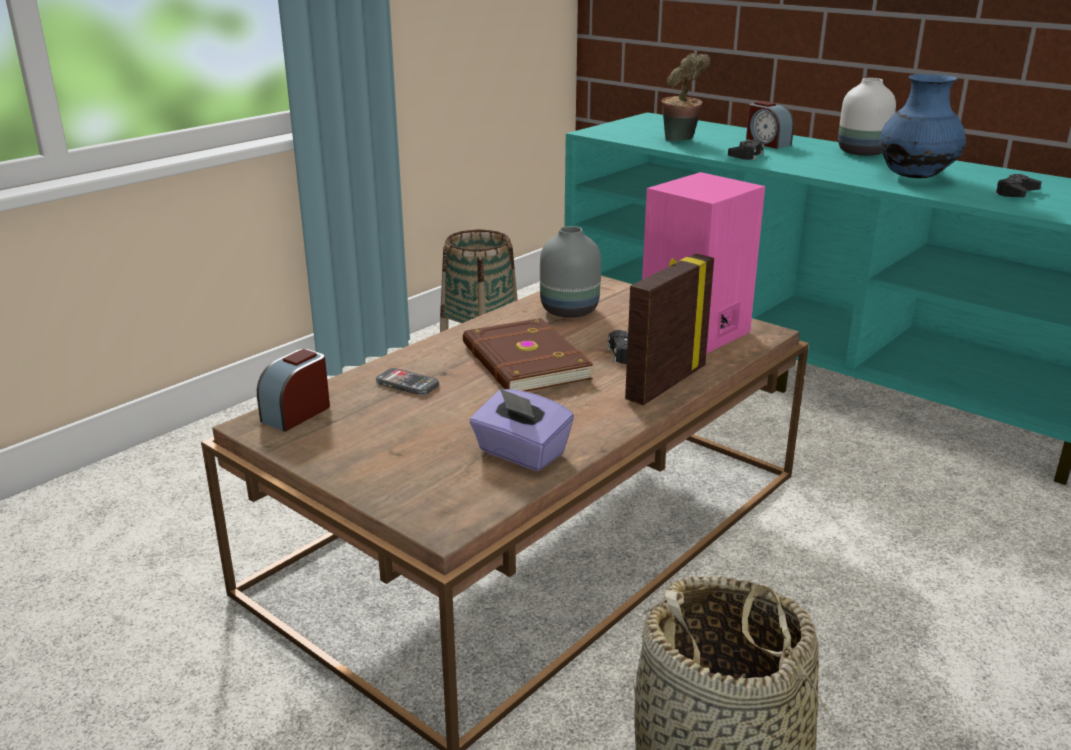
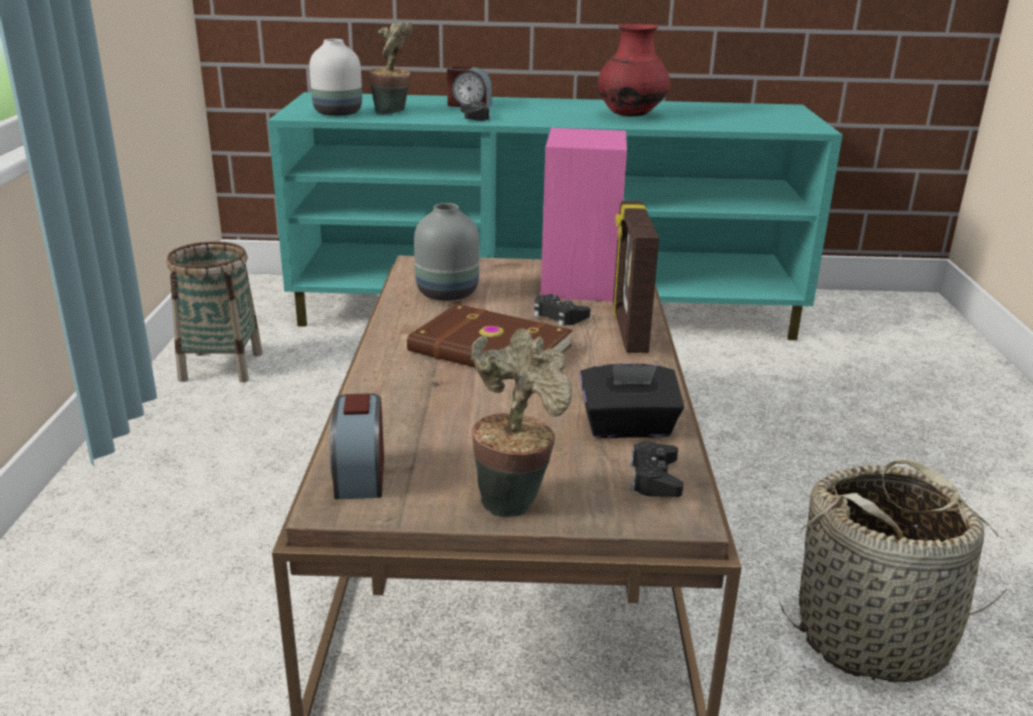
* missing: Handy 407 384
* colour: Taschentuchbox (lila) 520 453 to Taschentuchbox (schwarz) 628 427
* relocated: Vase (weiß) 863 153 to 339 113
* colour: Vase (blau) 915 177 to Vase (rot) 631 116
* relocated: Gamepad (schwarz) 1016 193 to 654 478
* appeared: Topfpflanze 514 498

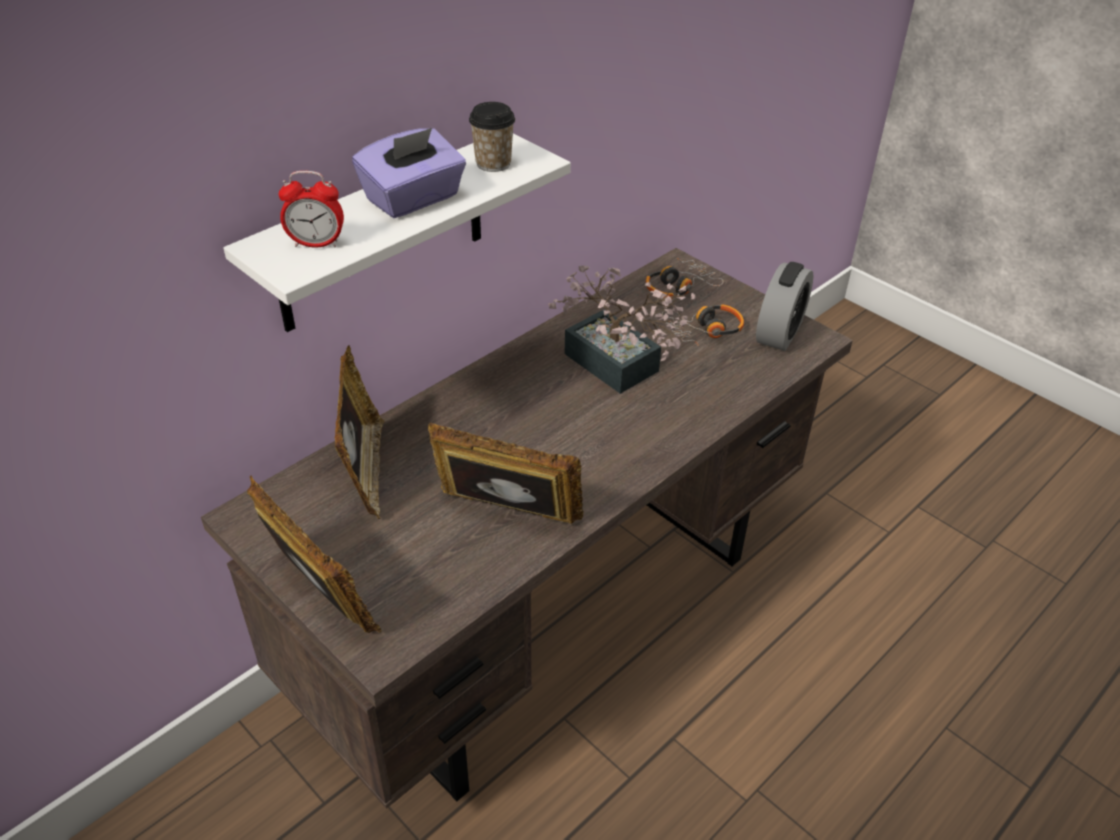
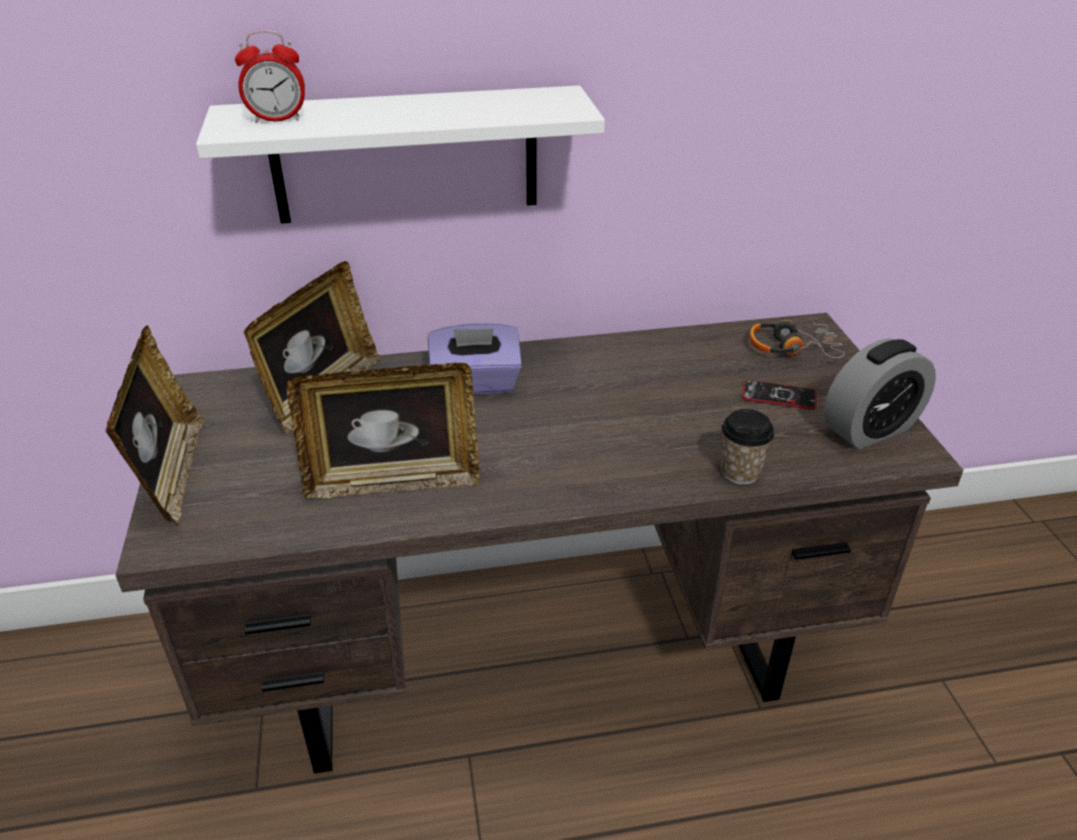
* spun: Wecker 316 244 = 277 119 45 degrees counterclockwise
* relocated: Taschentuchbox (lila) 413 199 to 476 384
* spun: Bilderrahmen 506 517 = 393 481 120 degrees clockwise
* relocated: Tasse 493 164 to 740 472
* missing: Topfpflanze 618 368
* exchanged: Kopfhörer 704 330 to Handy 779 396

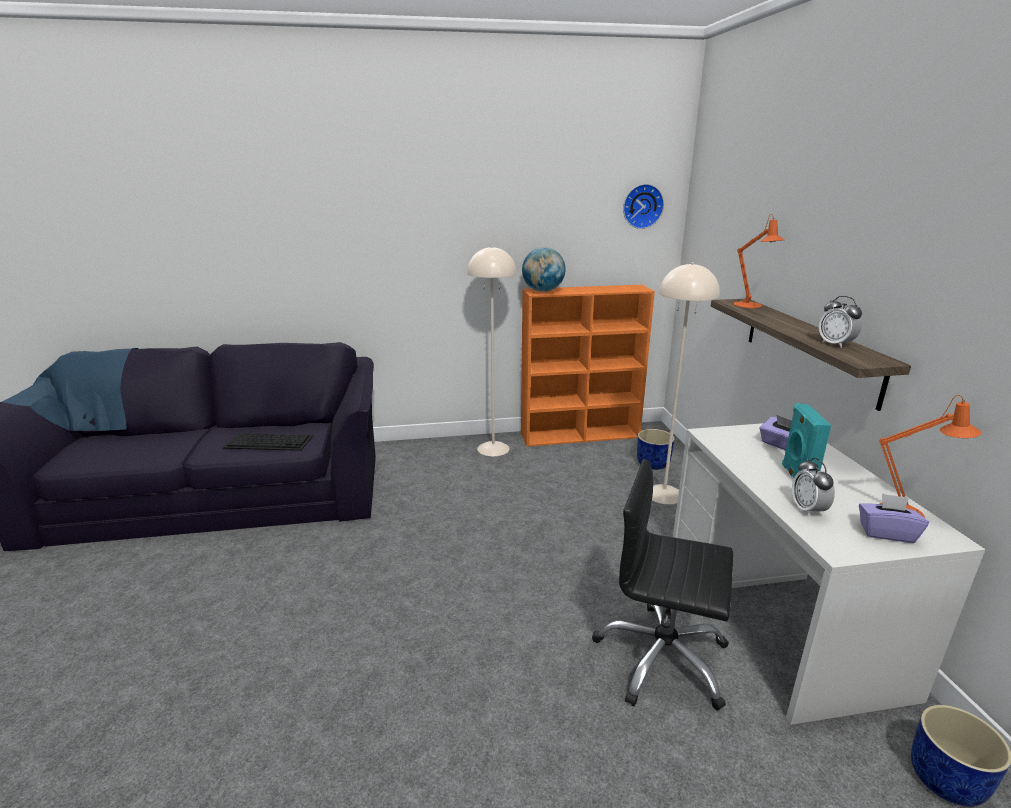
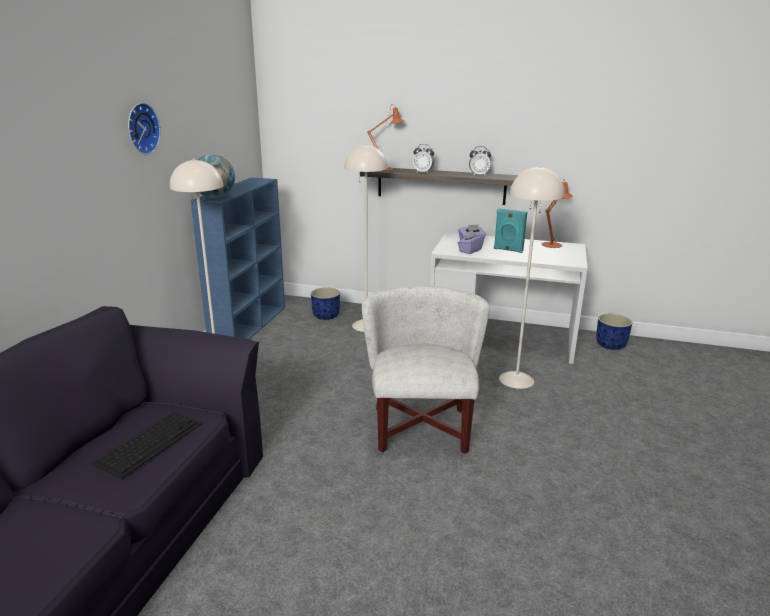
* colour: Bücherregal (orange) 581 435 to Bücherregal (blau) 249 325
* exchanged: Bürostuhl (schwarz) 662 658 to Stehlampe (beige) 516 379
* relocated: Wanduhr 642 206 to 141 128
* relocated: Wecker 808 510 to 423 172
* relocated: Taschentuchbox (lila) 886 533 to 470 251
* appeared: Sessel (weiß) 421 428

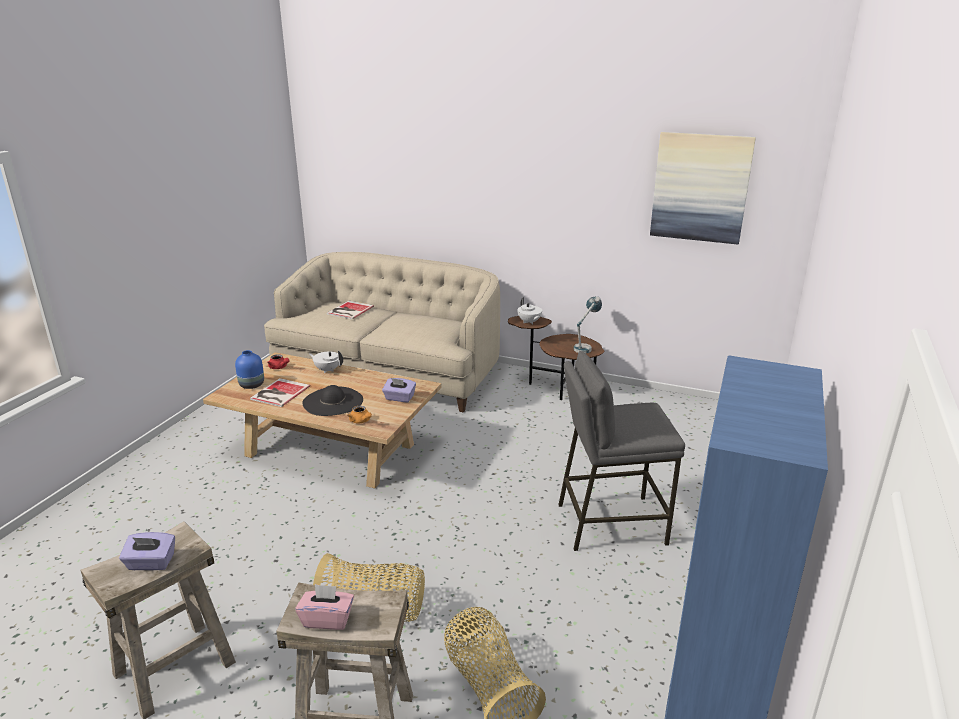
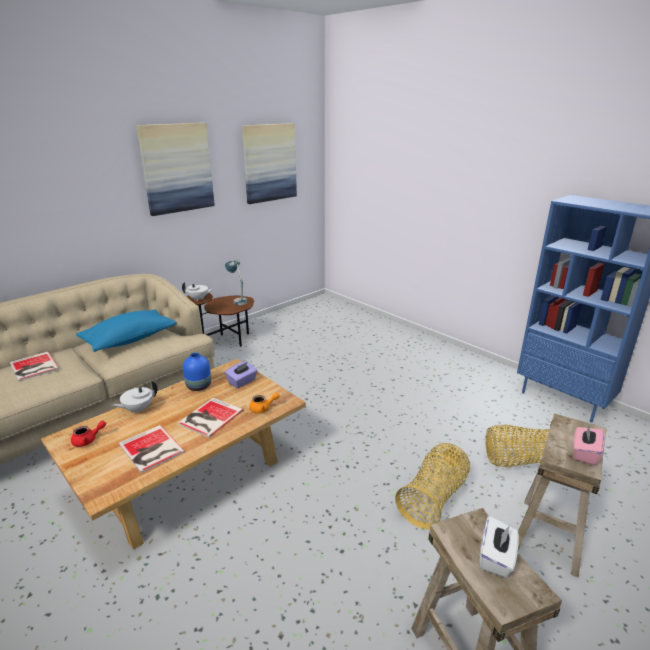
* colour: Taschentuchbox (lila) 151 563 to Taschentuchbox (weiß) 496 558
* relocated: Vase (blau) 252 385 to 199 386
* exchanged: Hut (schwarz) 332 401 to Buch 209 417
* missing: Hocker (grau) 610 523
* appeared: Kissen (blau) 129 340
* appeared: Bild 177 168

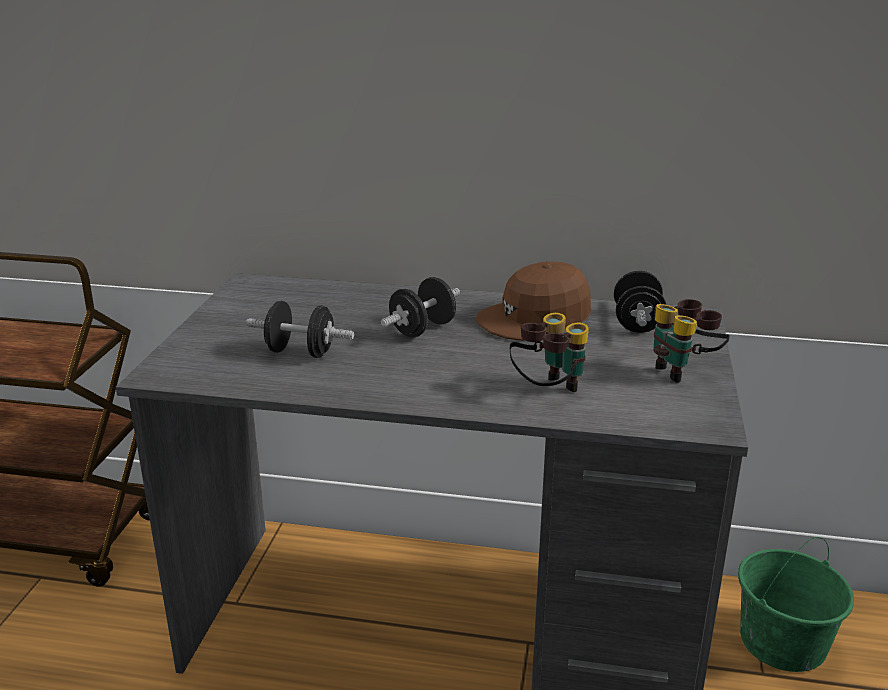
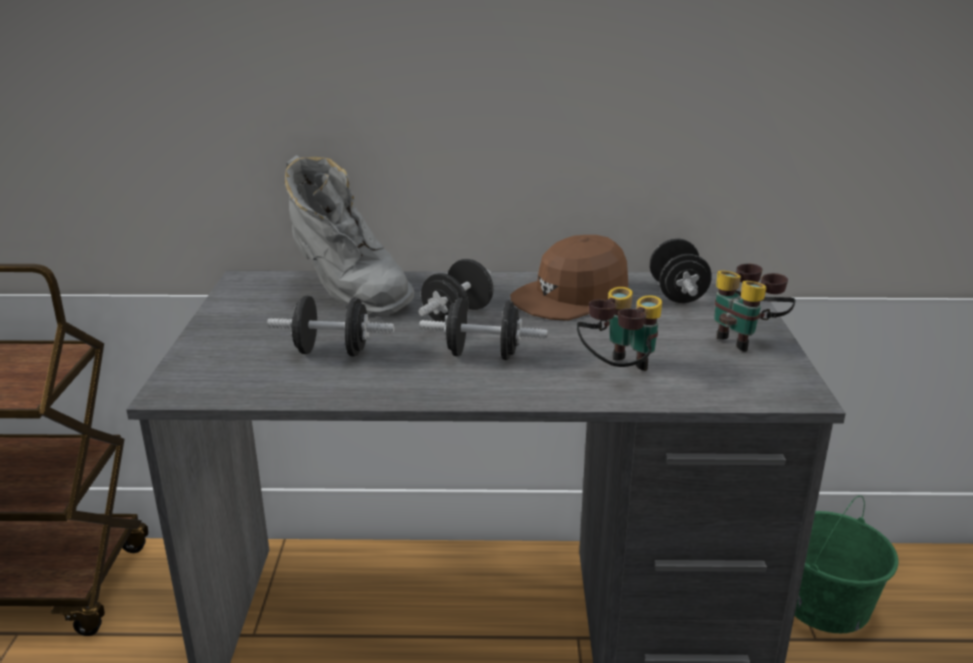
* appeared: Stiefel (grau) 346 293
* appeared: Hantel (schwarz) 483 355

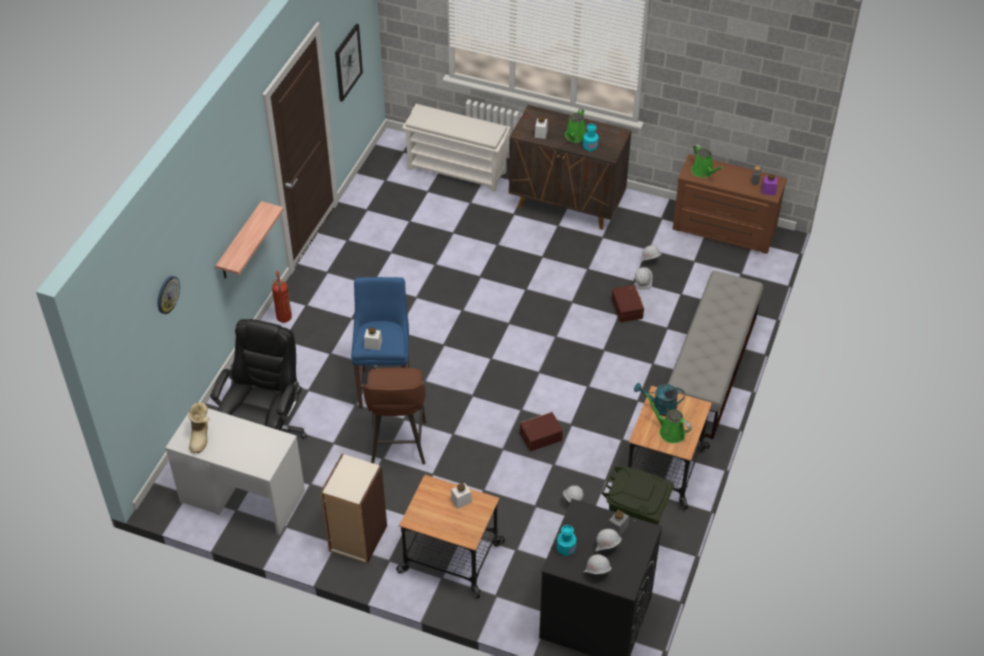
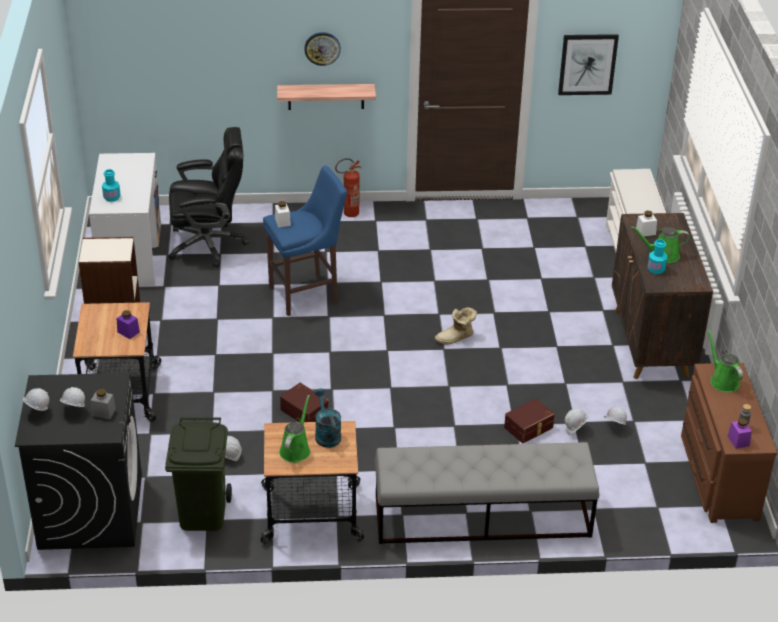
* relocated: Wanduhr 167 294 to 322 48
* relocated: Stiefel 201 437 to 456 338
* missing: Hocker (braun) 398 445
* colour: Vorratsglas (weiß) 461 500 to Vorratsglas (lila) 128 332
* relocated: Flasche (türkis) 566 548 to 112 197
* spun: Gießkanne (grün) 703 172 = 722 380 120 degrees clockwise

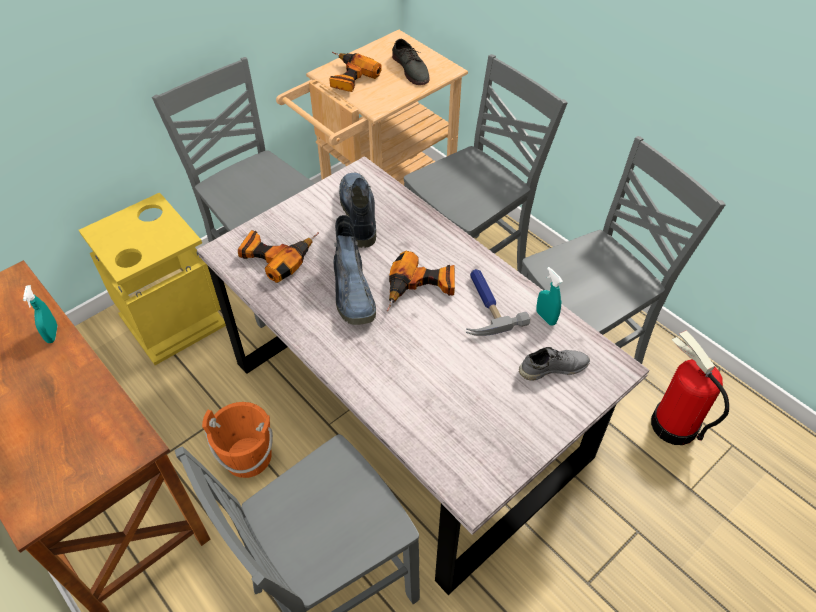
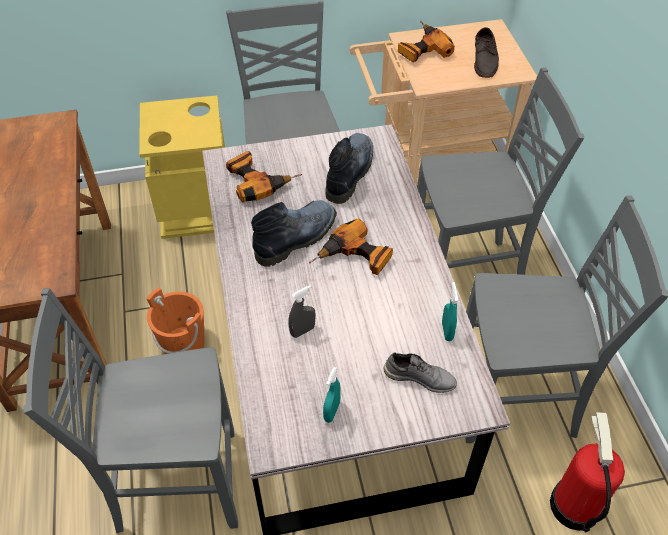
* relocated: Sprühflasche (türkis) 52 334 to 332 411
* spun: Stiefel 354 293 = 297 237 150 degrees counterclockwise
* missing: Hammer 485 305
* appeared: Sprühflasche (grau) 302 331

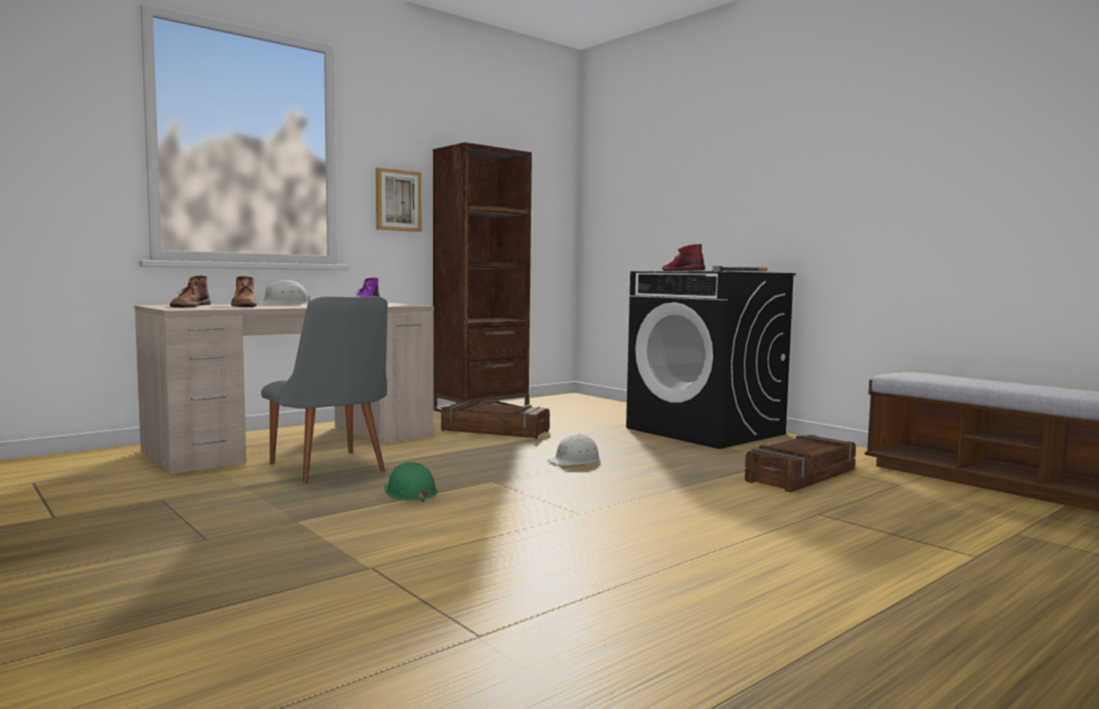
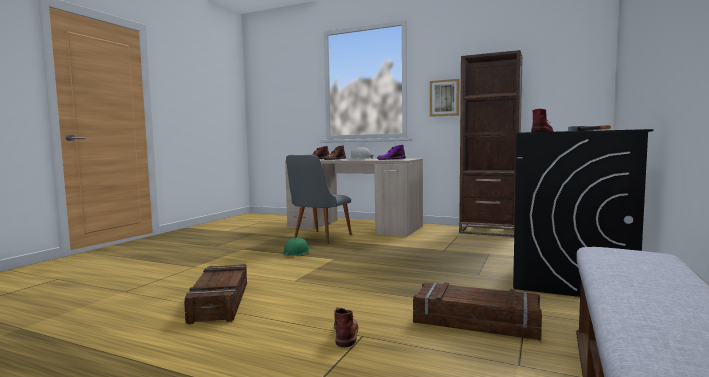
* relocated: Kiste 495 430 to 221 301
* missing: Schutzhelm (weiß) 575 461
* appeared: Stiefel (braun) 345 332

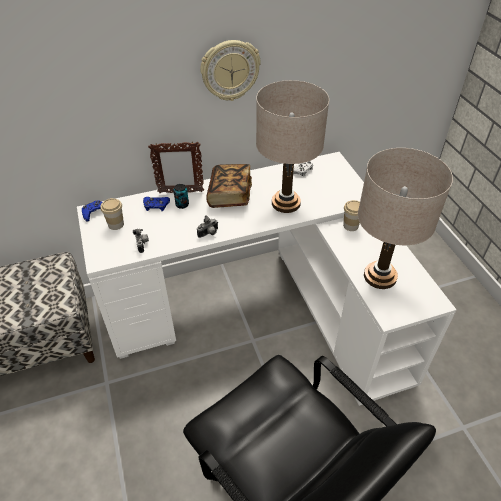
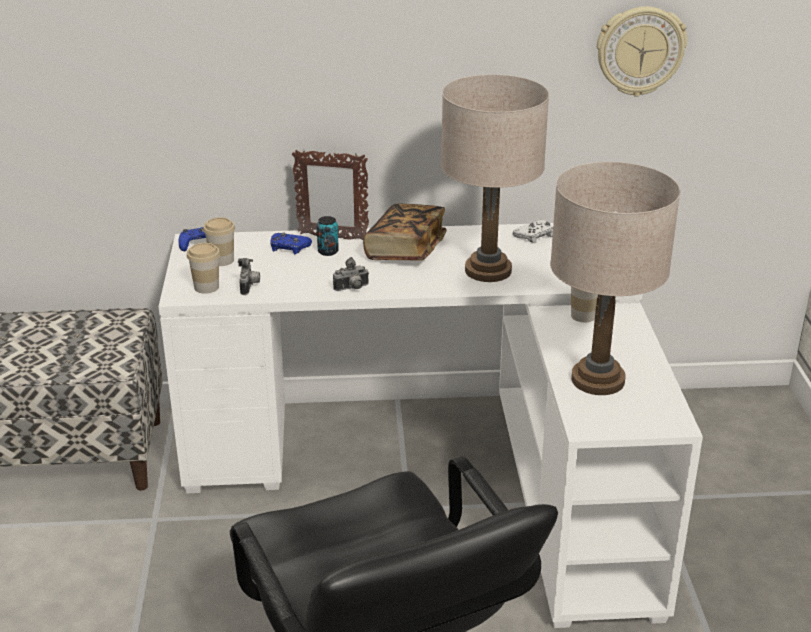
* relocated: Wanduhr 230 70 to 640 51
* appeared: Tasse 206 287

